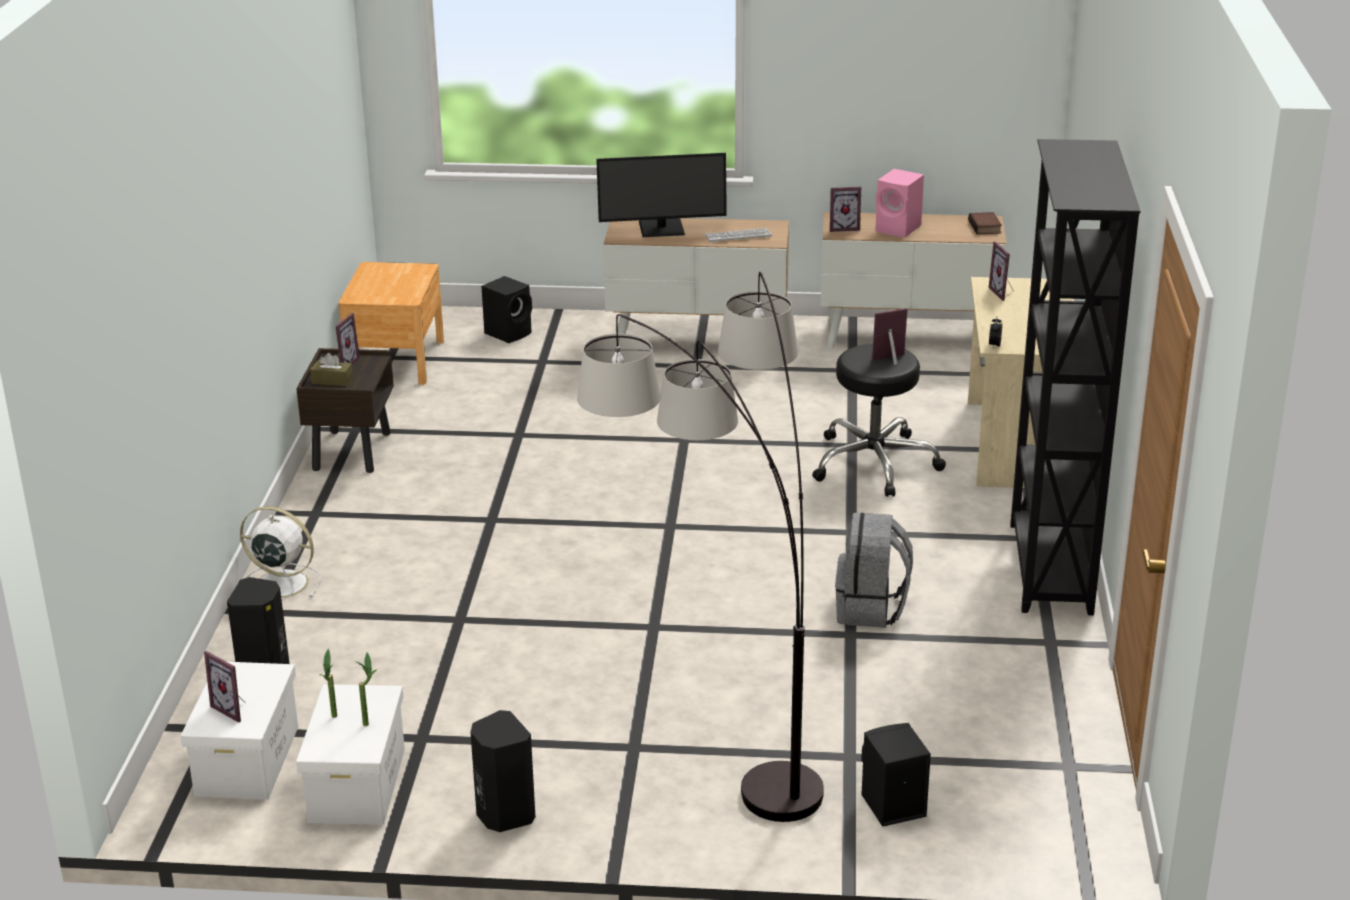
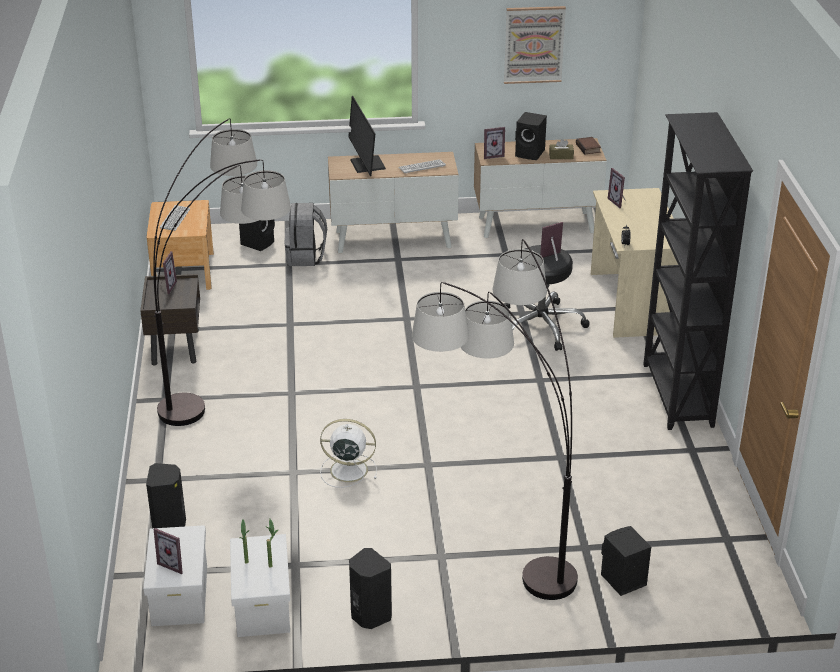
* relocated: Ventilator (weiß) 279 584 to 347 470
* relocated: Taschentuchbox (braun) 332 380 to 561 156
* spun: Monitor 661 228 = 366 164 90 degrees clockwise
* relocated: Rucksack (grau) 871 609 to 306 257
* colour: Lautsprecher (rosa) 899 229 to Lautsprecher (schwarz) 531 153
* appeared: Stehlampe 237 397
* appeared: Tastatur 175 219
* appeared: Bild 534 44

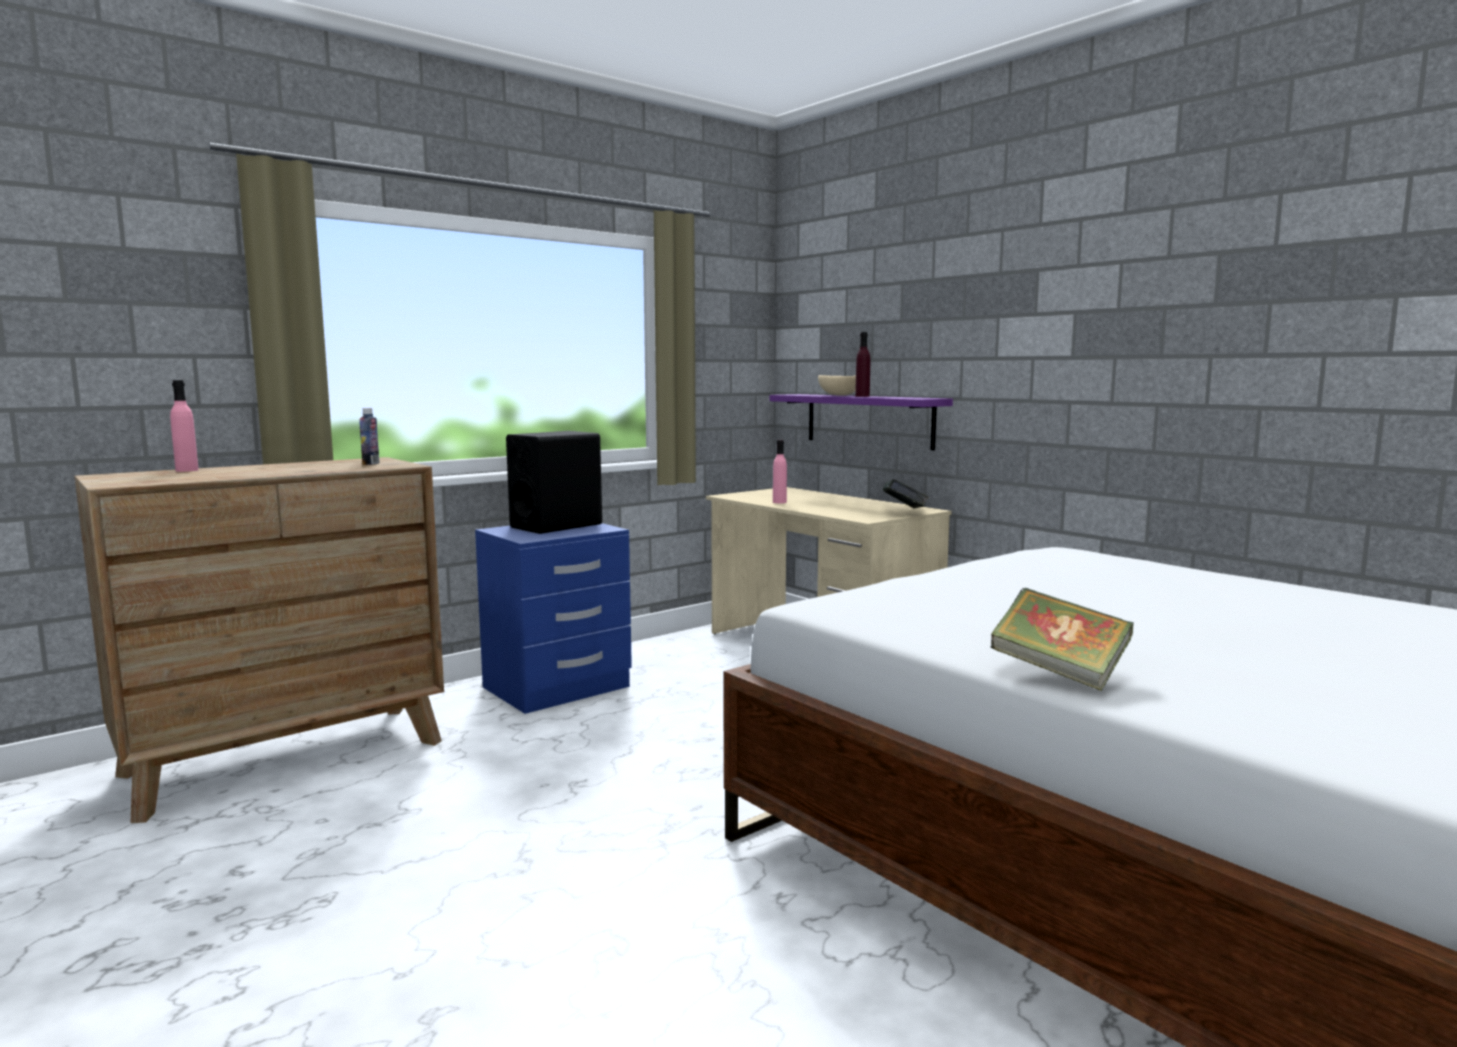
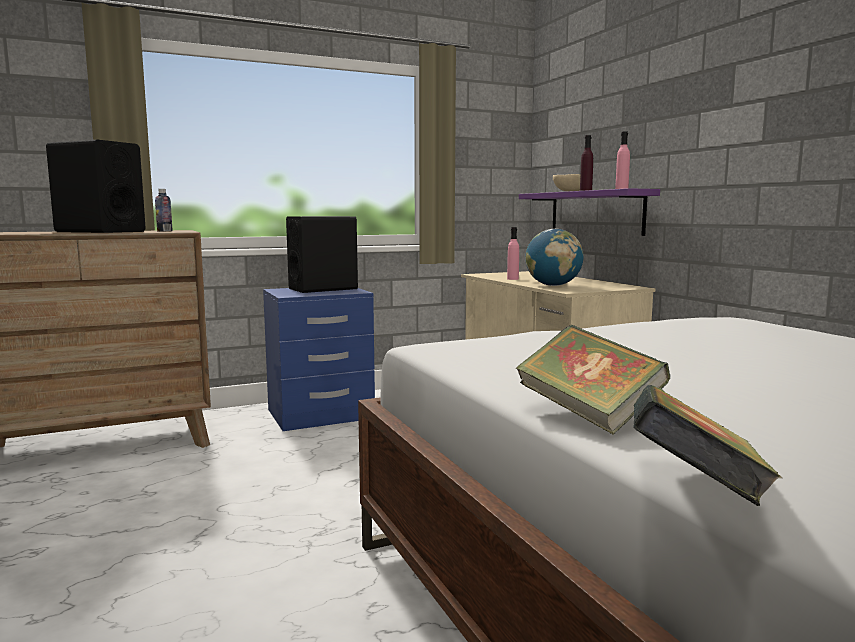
* relocated: Flasche (rosa) 187 470 to 621 189
* relocated: Buch 904 512 to 692 491
* appeared: Lautsprecher (schwarz) 100 232
* appeared: Globus 553 285

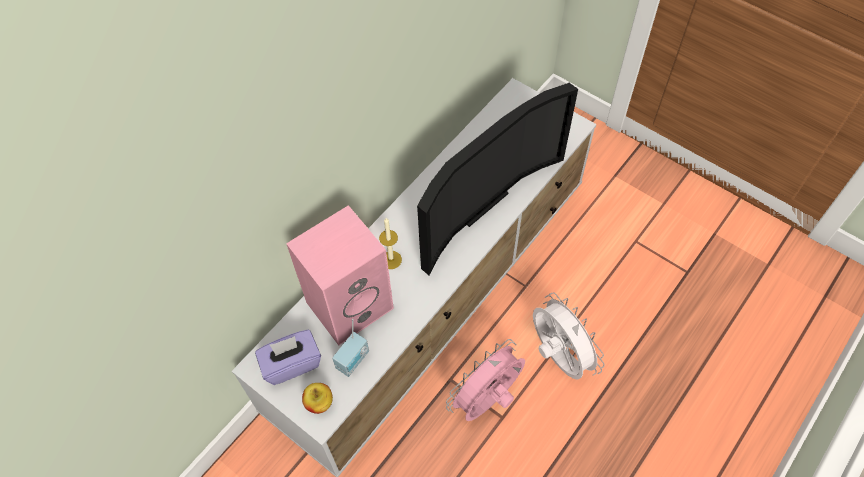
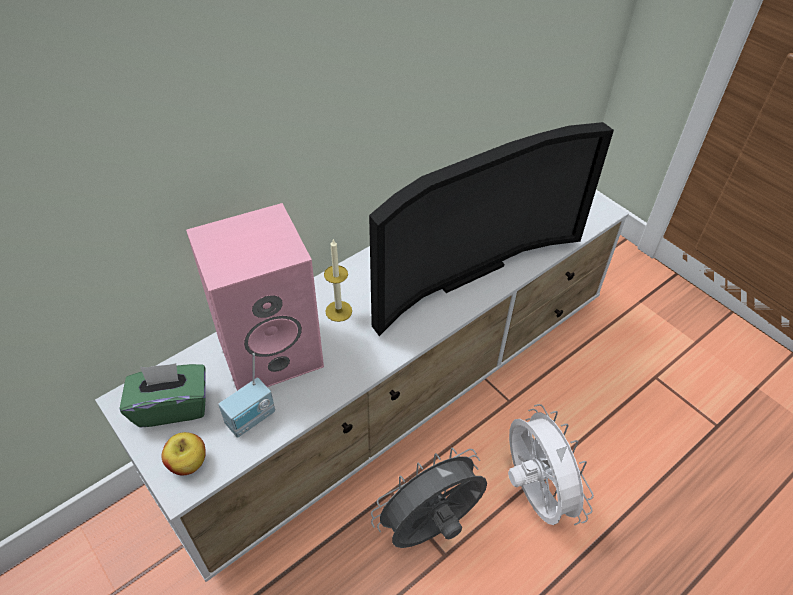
* colour: Taschentuchbox (lila) 291 363 to Taschentuchbox (grün) 172 406
* colour: Ventilator (rosa) 487 400 to Ventilator (grau) 430 528

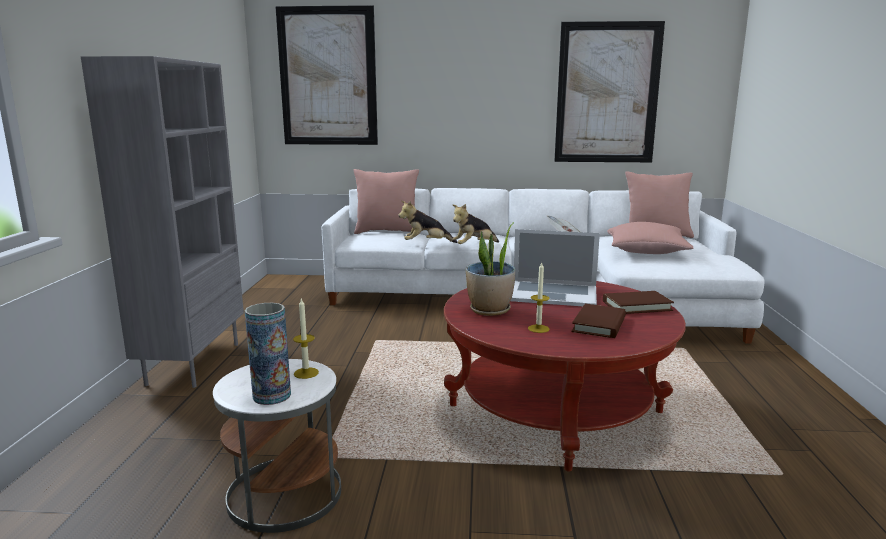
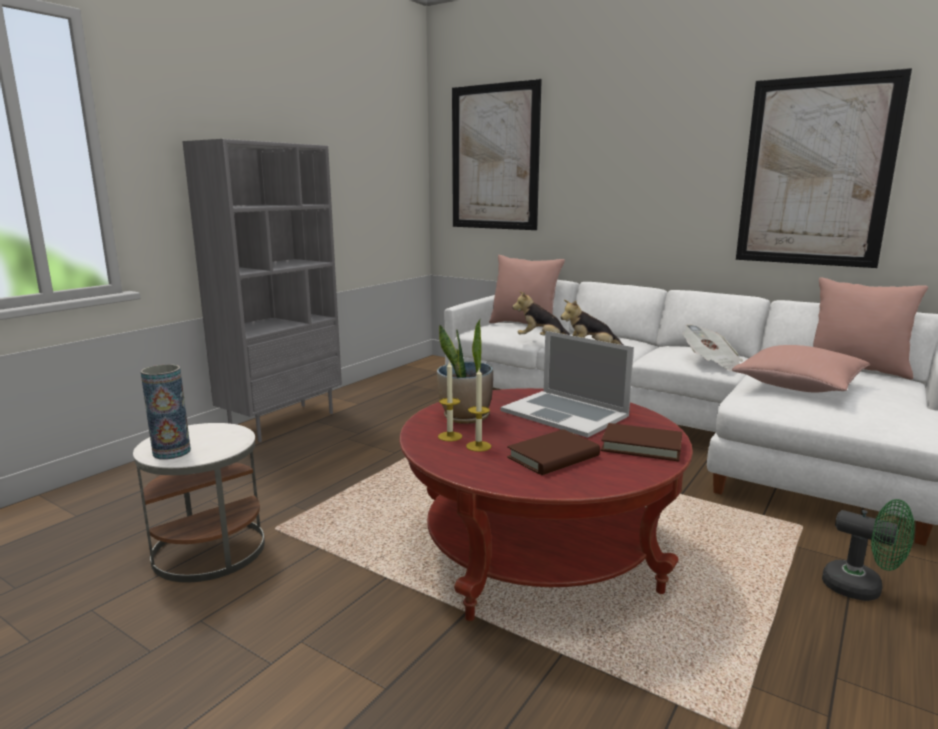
* relocated: Kerze 306 373 to 450 436
* appeared: Ventilator (grün) 862 589

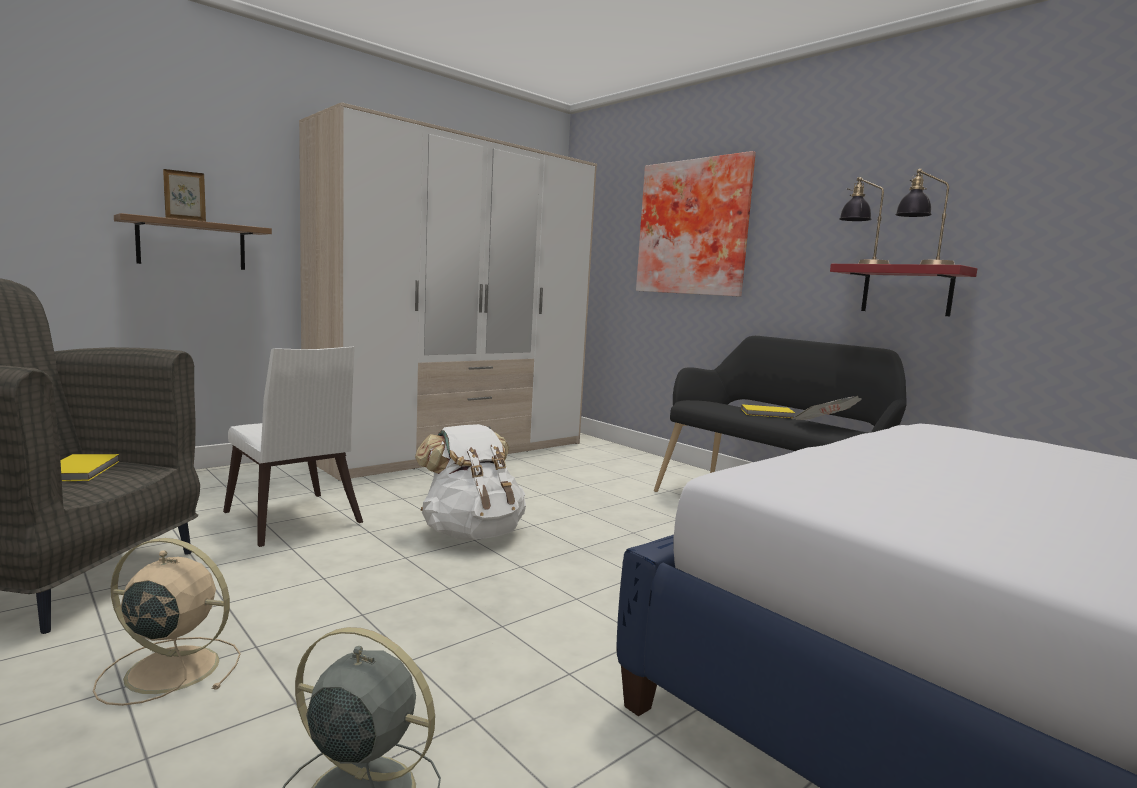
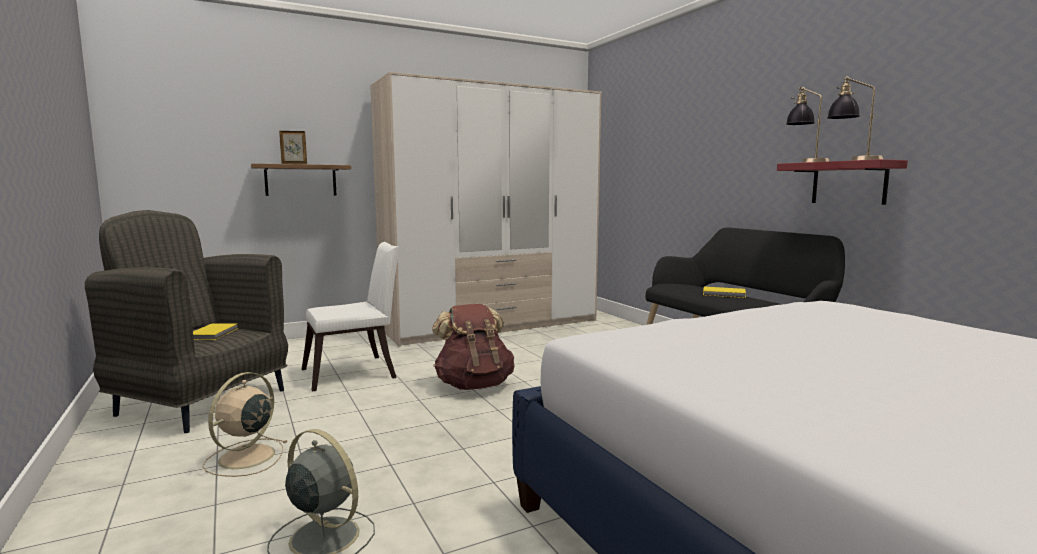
* spun: Ventilator (beige) 169 669 = 245 458 90 degrees counterclockwise
* spun: Stuhl (weiß) 293 521 = 355 373 90 degrees counterclockwise
* colour: Rucksack (weiß) 471 533 to Rucksack (braun) 474 385
* missing: Bild 695 228
* missing: Zeitung 823 426

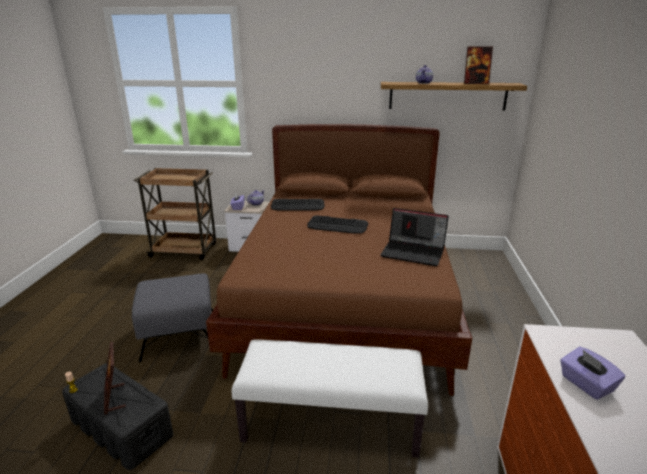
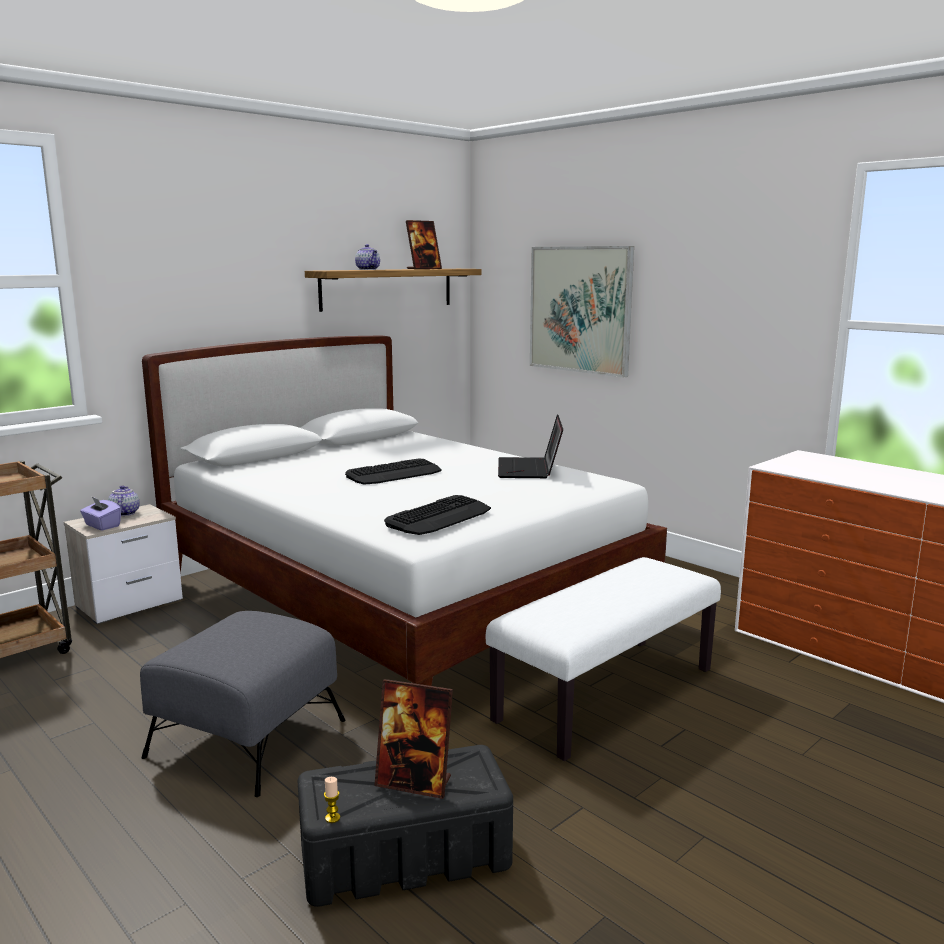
* colour: Bett (braun) 346 299 to Bett (weiß) 399 599
* relocated: Tastatur 298 206 to 439 517
* spun: Laptop 414 252 = 530 469 120 degrees clockwise
* missing: Taschentuchbox (lila) 586 384
* appeared: Bild 580 309

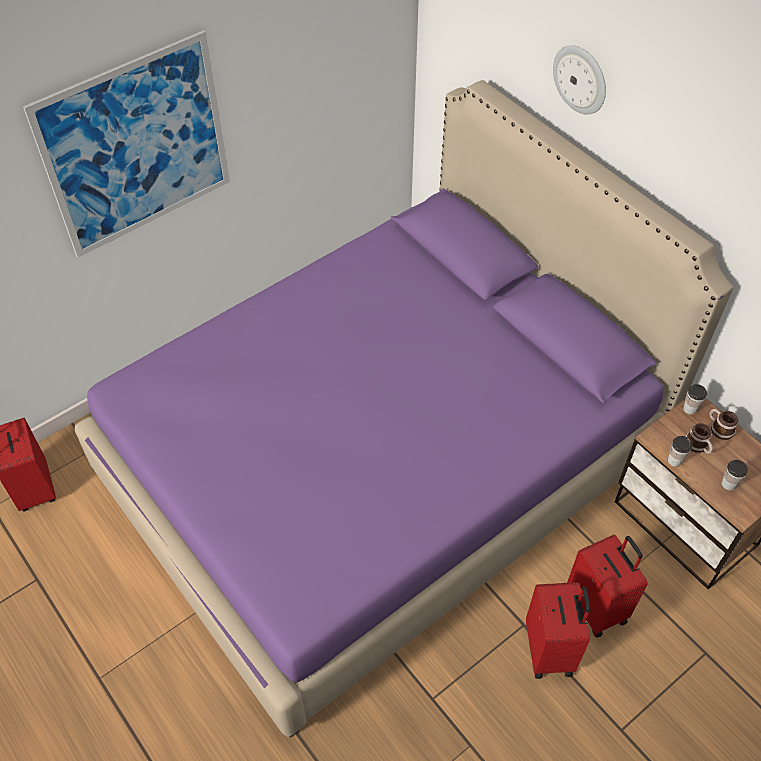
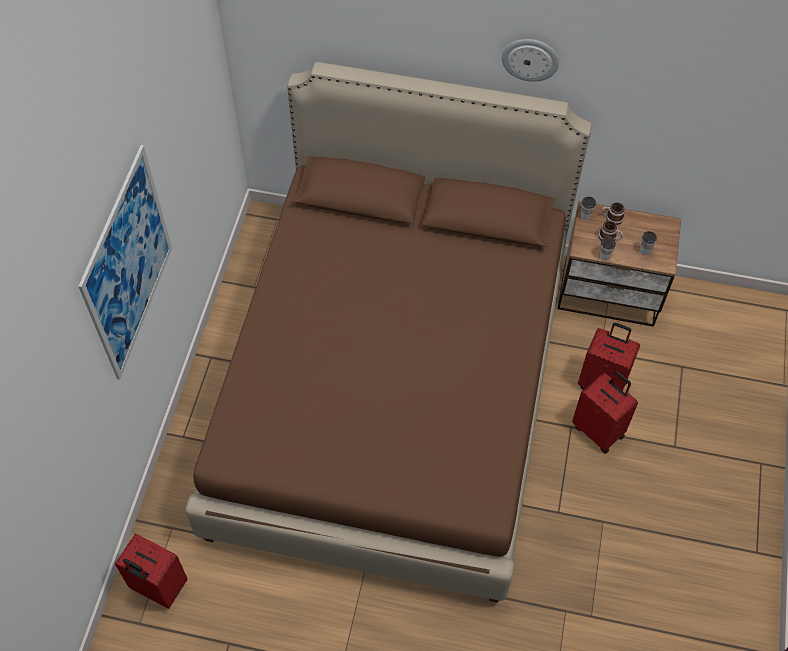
* colour: Bett (lila) 381 467 to Bett (braun) 393 390
* relocated: Wanduhr 580 79 to 530 59

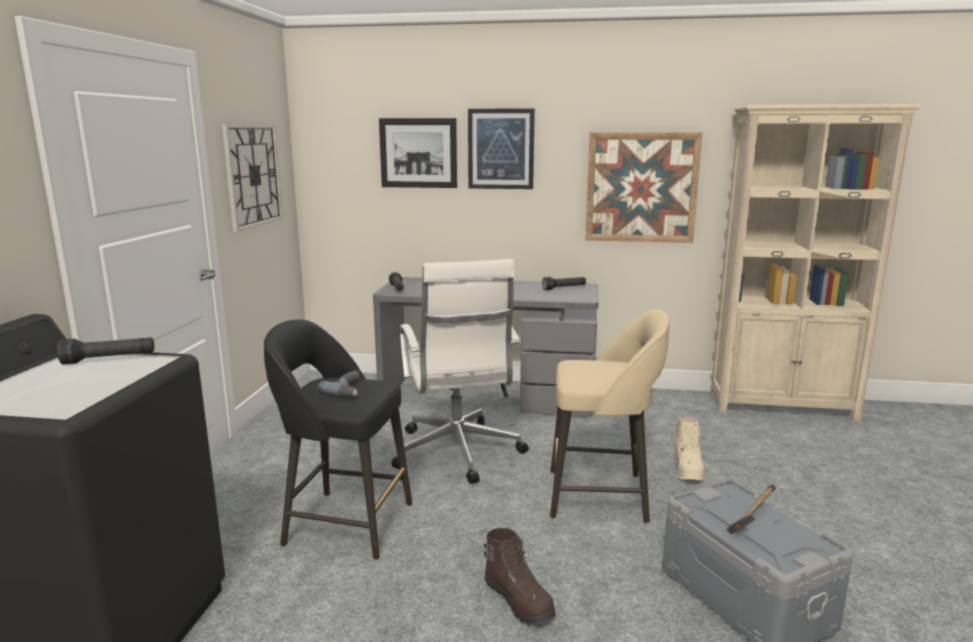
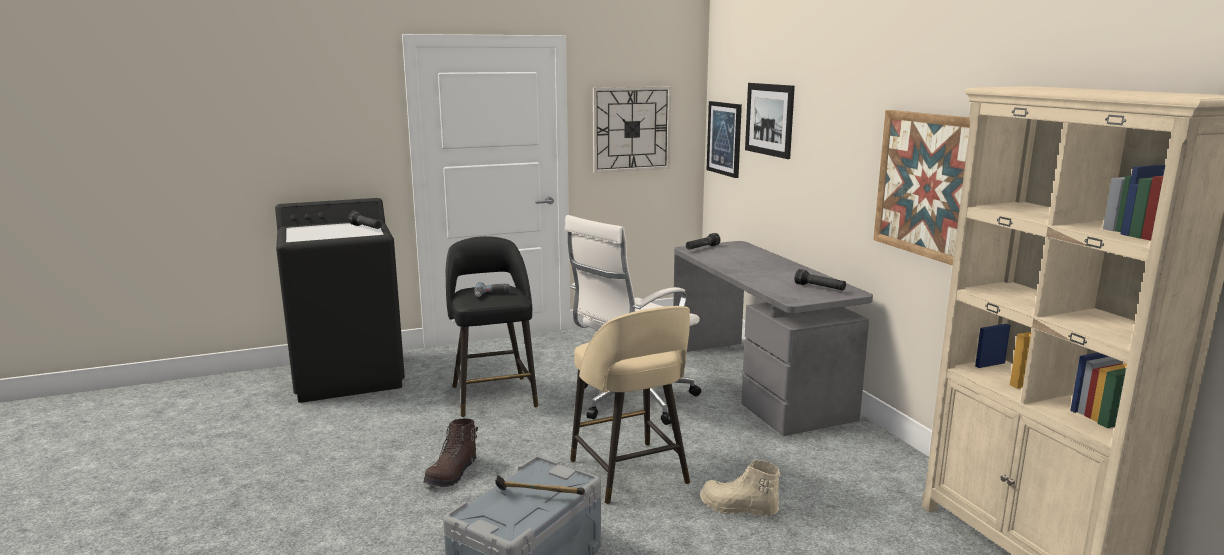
* relocated: Bild 501 149 to 724 138
* spun: Stiefel (beige) 688 469 = 738 508 45 degrees clockwise

